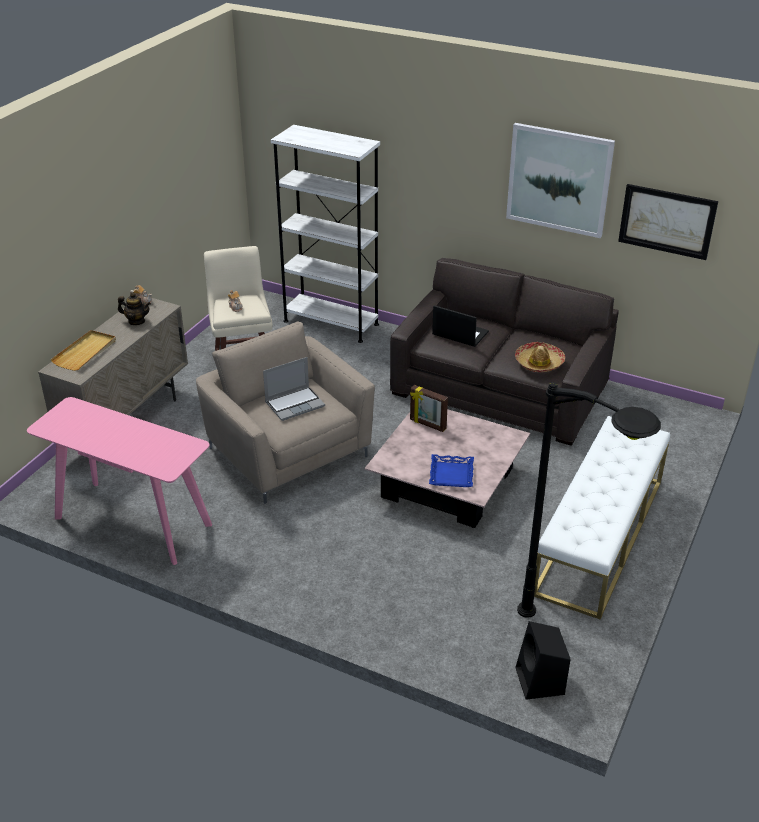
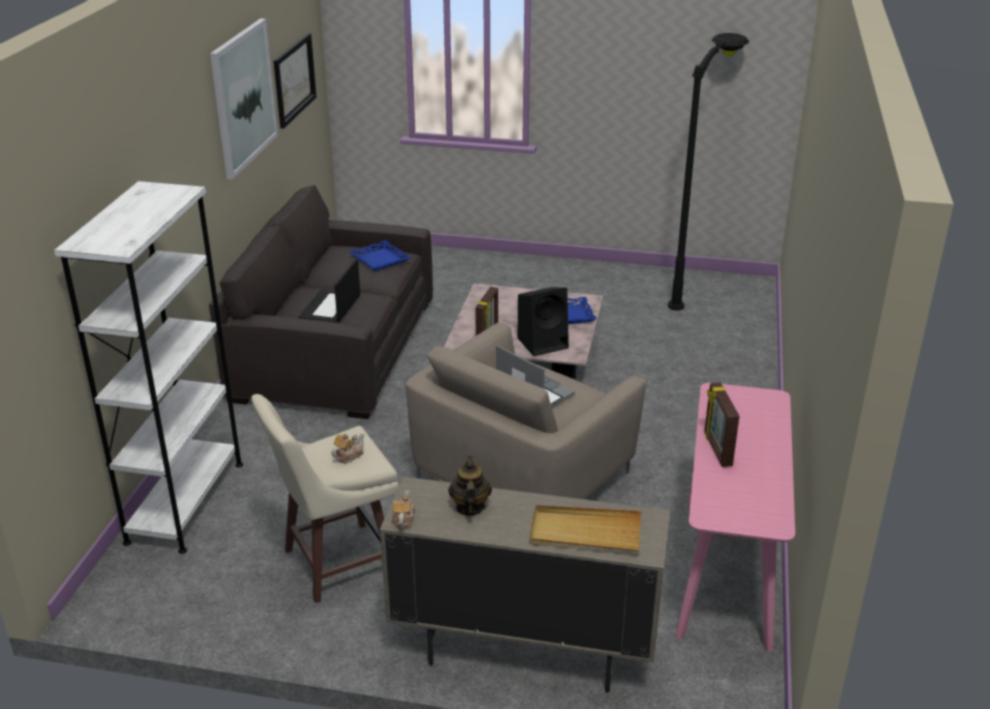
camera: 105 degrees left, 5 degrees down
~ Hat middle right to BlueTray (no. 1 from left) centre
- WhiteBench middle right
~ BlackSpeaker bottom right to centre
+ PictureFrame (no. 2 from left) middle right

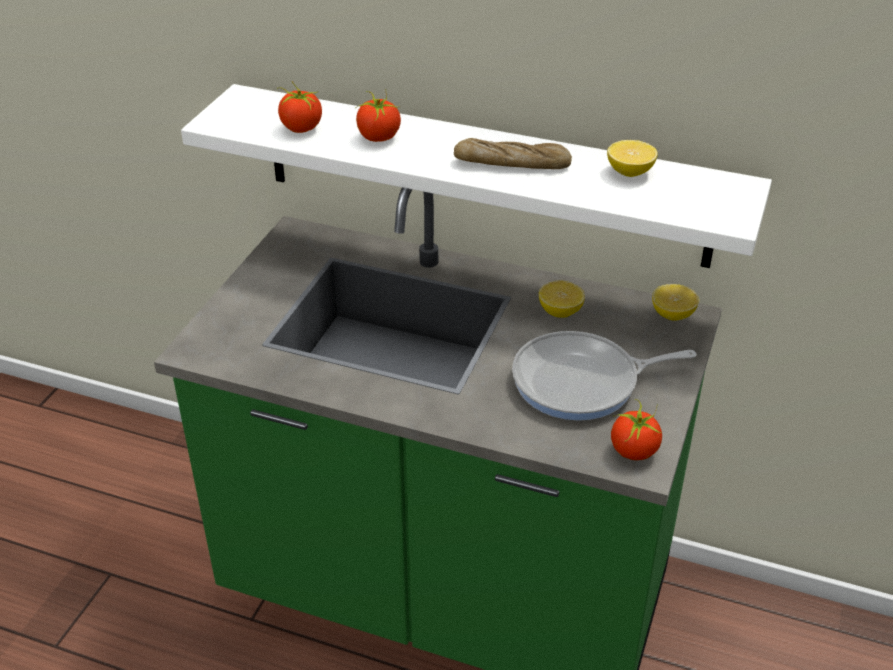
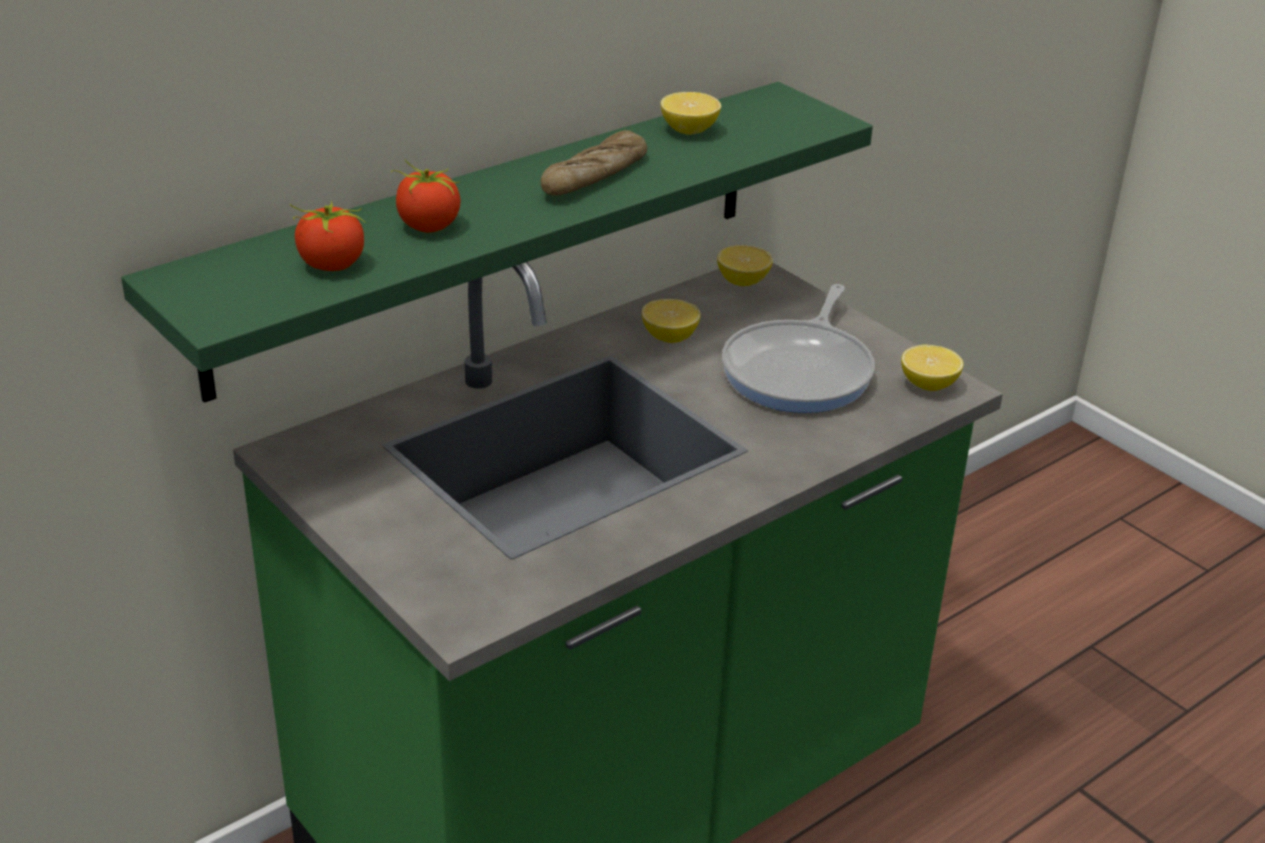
camera: 60 degrees left, 5 degrees down
~ WhiteShelf top centre to GreenShelf top centre
~ Tomato (no. 3 from left) middle right to Lemon (no. 4 from left) middle right

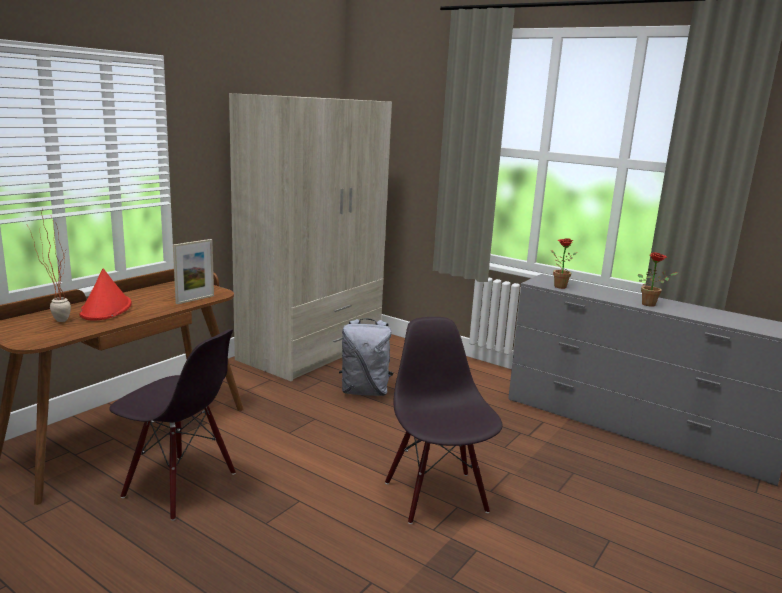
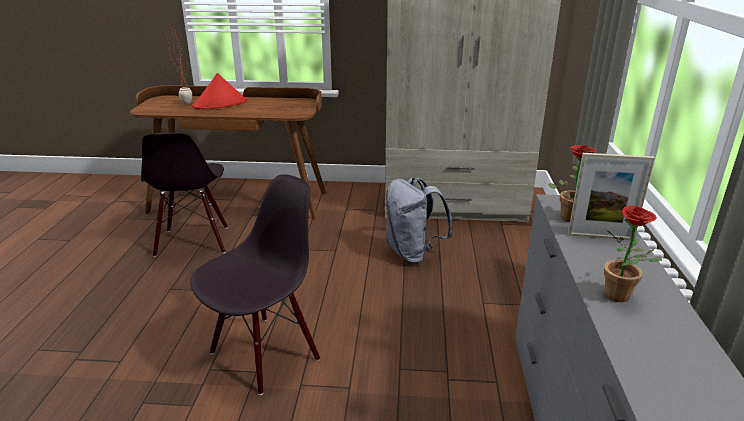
camera: 60 degrees right, 10 degrees up
~ PictureFrame middle left to middle right

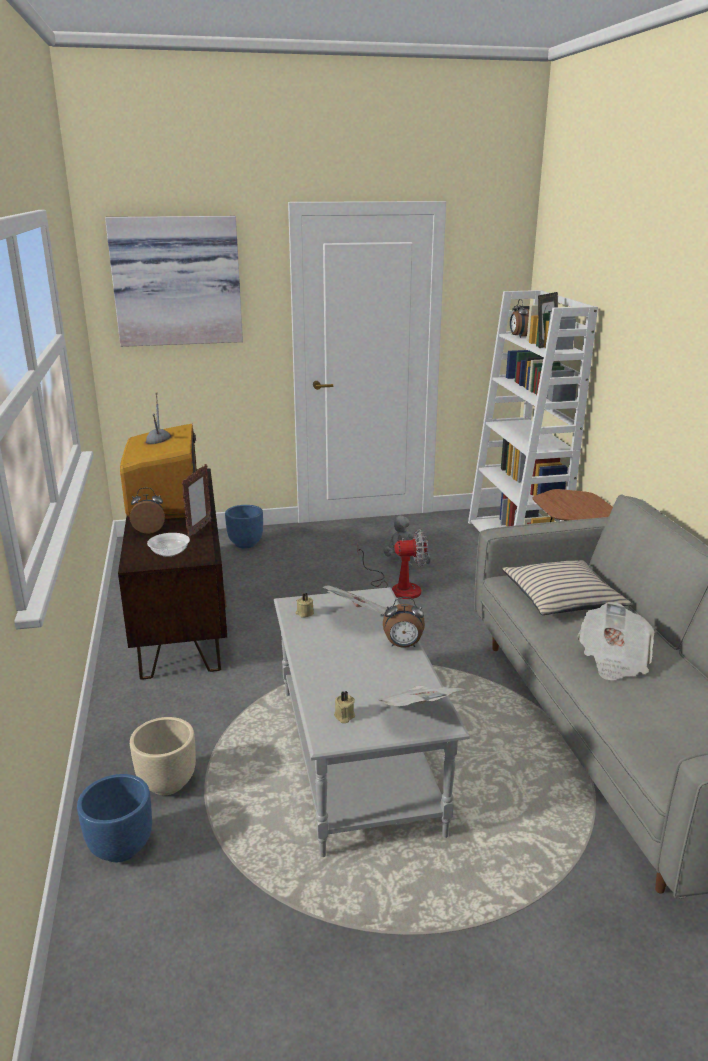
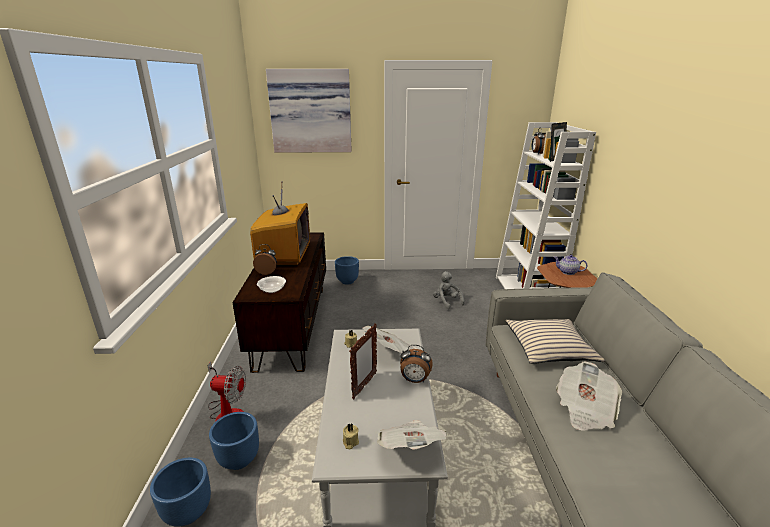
camera: 10 degrees right, 0 degrees up
~ PictureFrame (no. 1 from left) middle left to bottom centre
~ Fan centre to bottom left
~ BeigePlanter bottom left to BluePlanter (no. 2 from left) bottom left
+ Teapot middle right

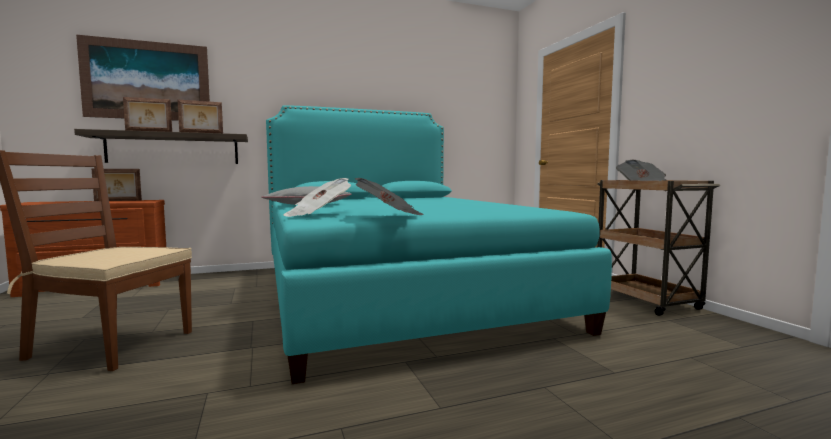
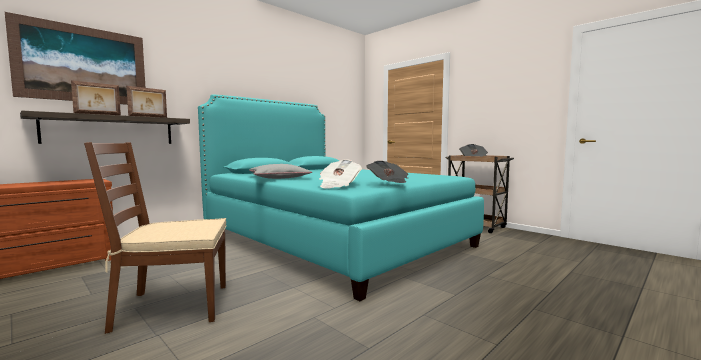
camera: 25 degrees left, 0 degrees up
- PictureFrame (no. 1 from left) middle left

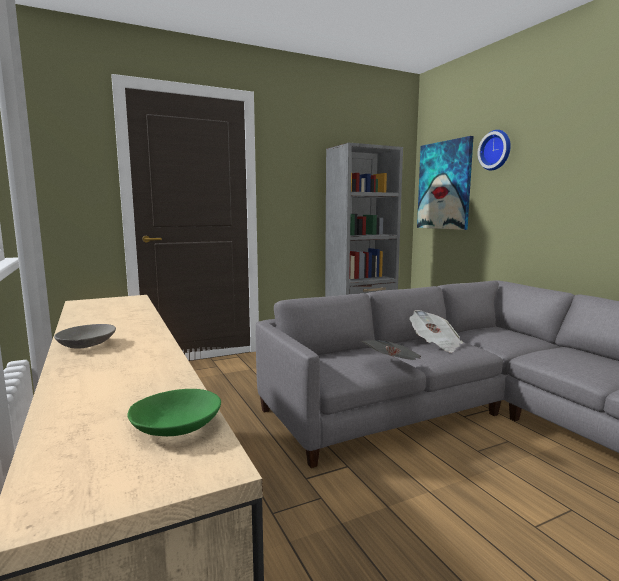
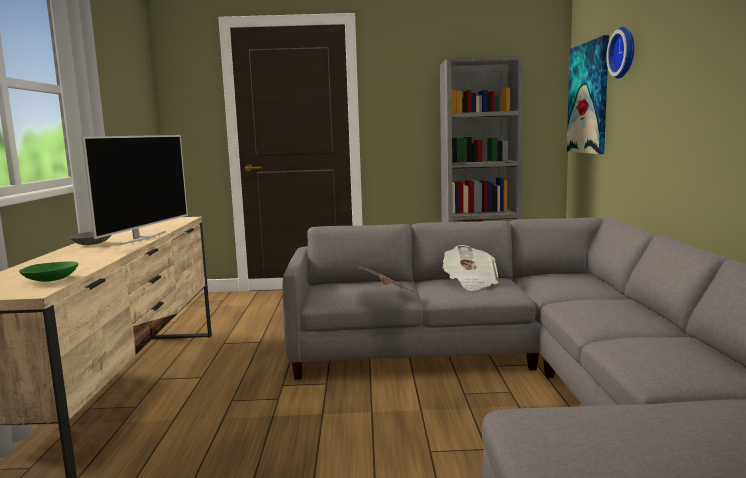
camera: 25 degrees right, 0 degrees up
+ Television middle left

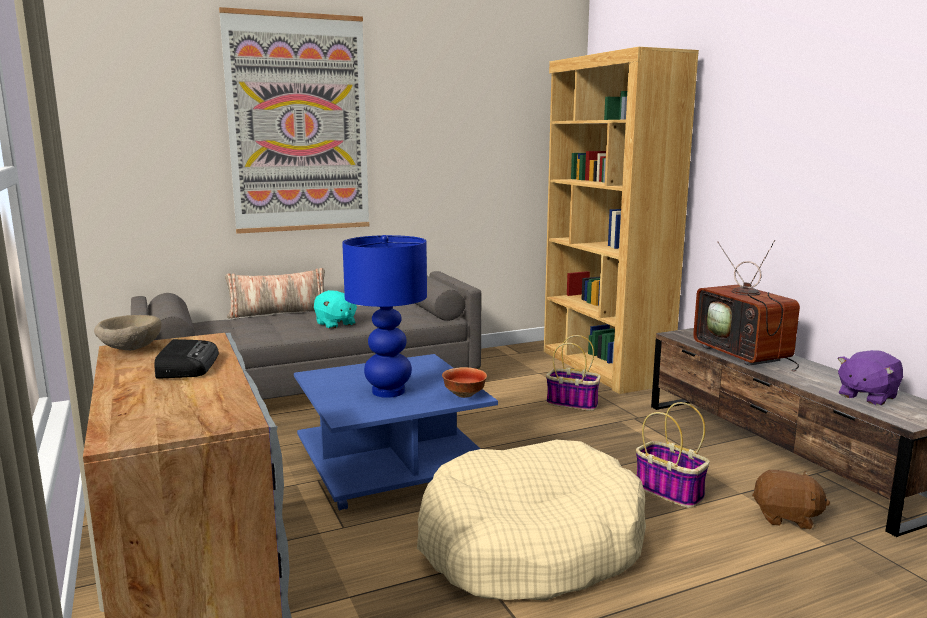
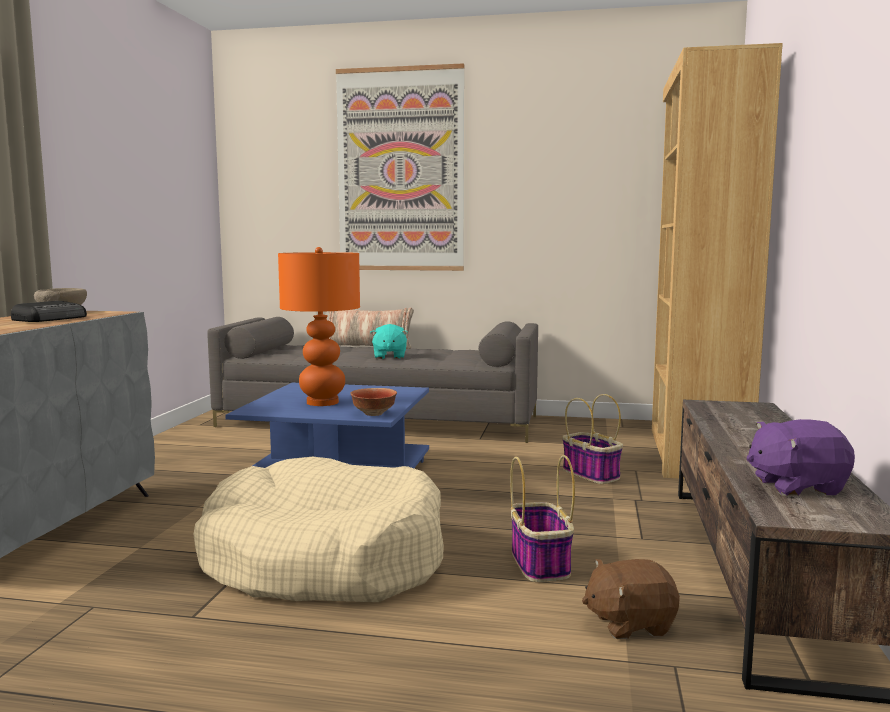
camera: 35 degrees right, 5 degrees down
~ BlueTableLamp centre to OrangeTableLamp centre
- Television middle right
~ BrownPlushToy bottom right = bottom right 120 degrees clockwise

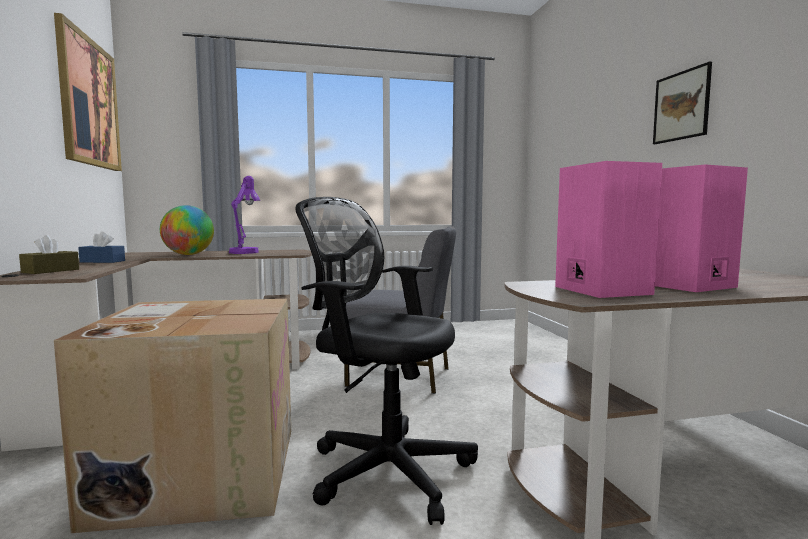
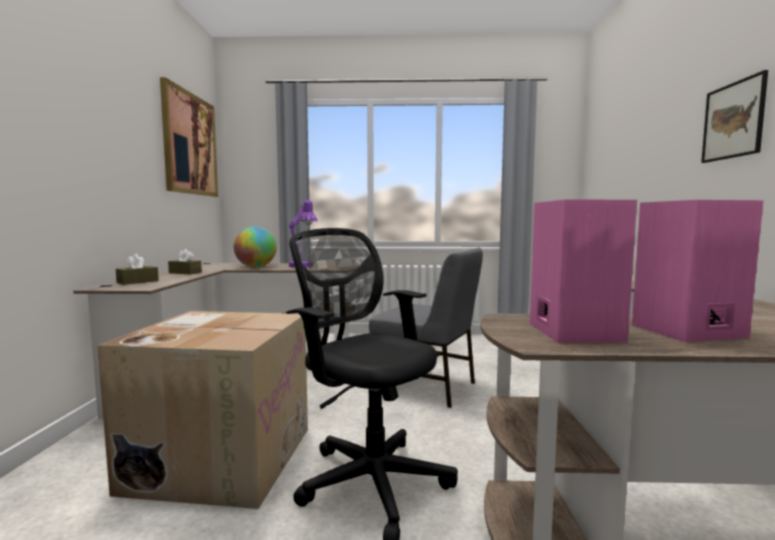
camera: 15 degrees right, 0 degrees up
~ BlueTissueBox middle left to BrownTissueBox (no. 2 from left) middle left

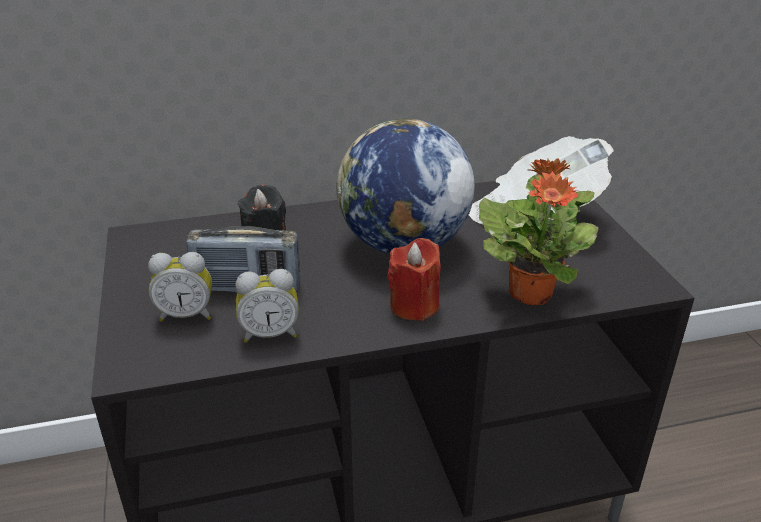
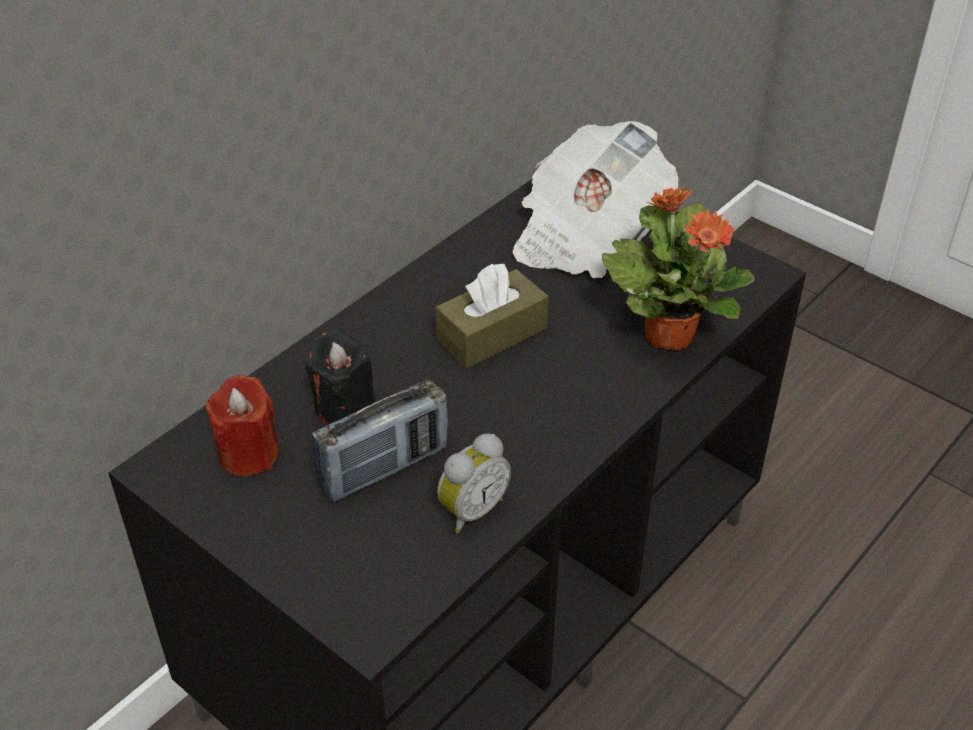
camera: 35 degrees left, 10 degrees up
~ Globe centre to BrownTissueBox centre
~ RedCandle centre to middle left
- AlarmClock (no. 1 from left) middle left

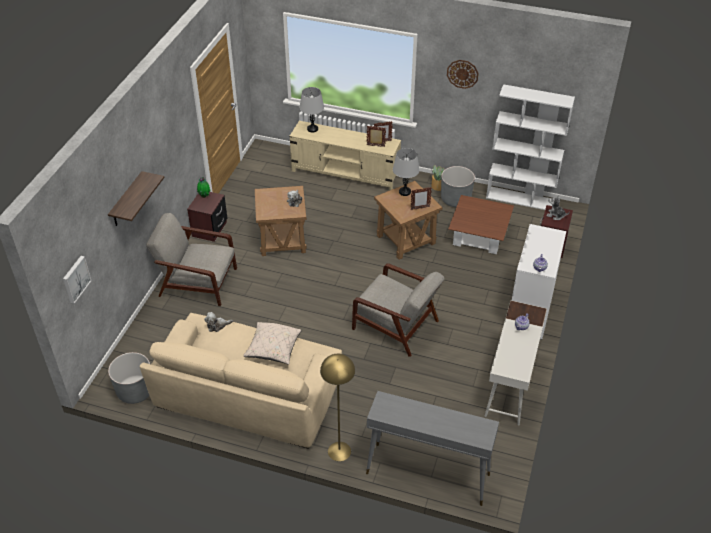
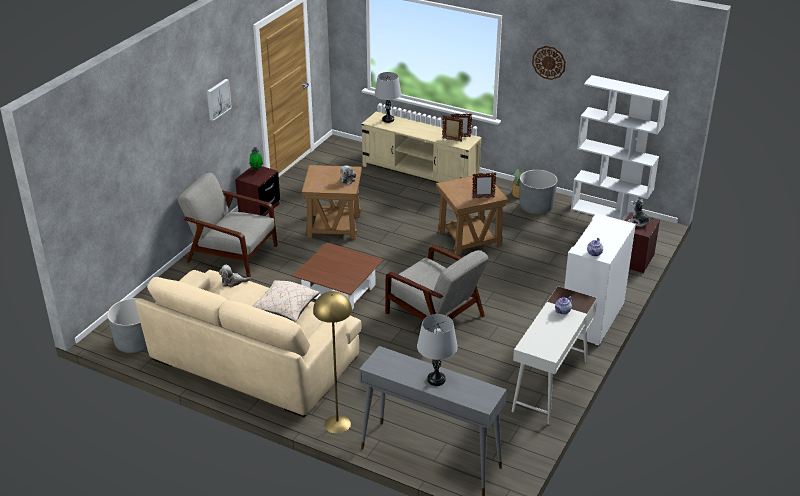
camera: 10 degrees right, 10 degrees down
~ GreyTableLamp (no. 2 from left) top centre to bottom centre
- Shelf middle left
~ BrownCoffeeTable middle right to centre
~ Picture middle left to top left

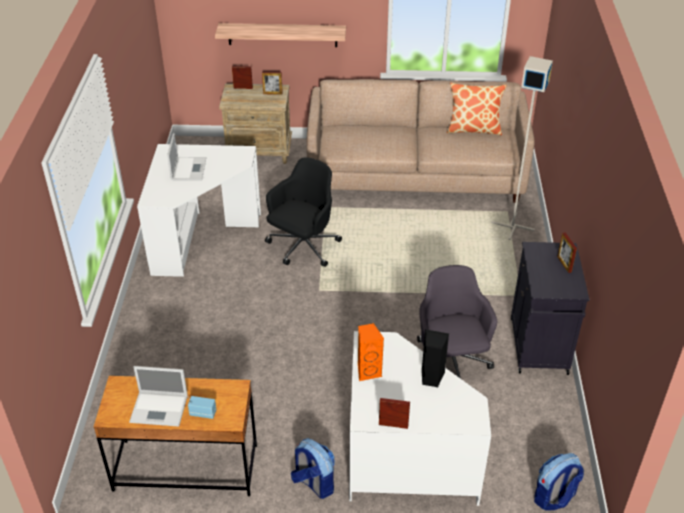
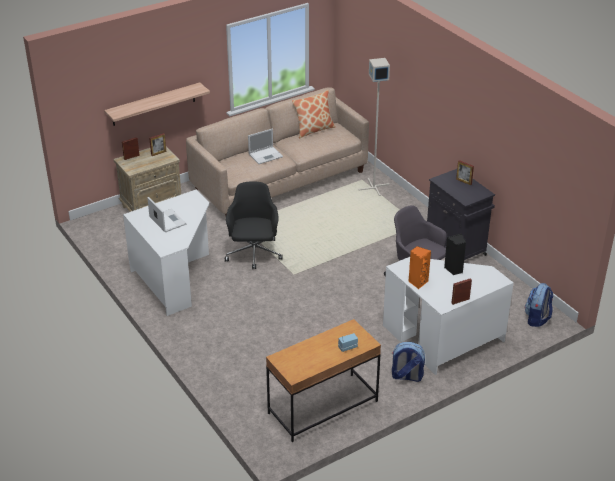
camera: 35 degrees left, 5 degrees down
~ Laptop (no. 1 from left in the first image) bottom left to Laptop (no. 2 from left) top centre

